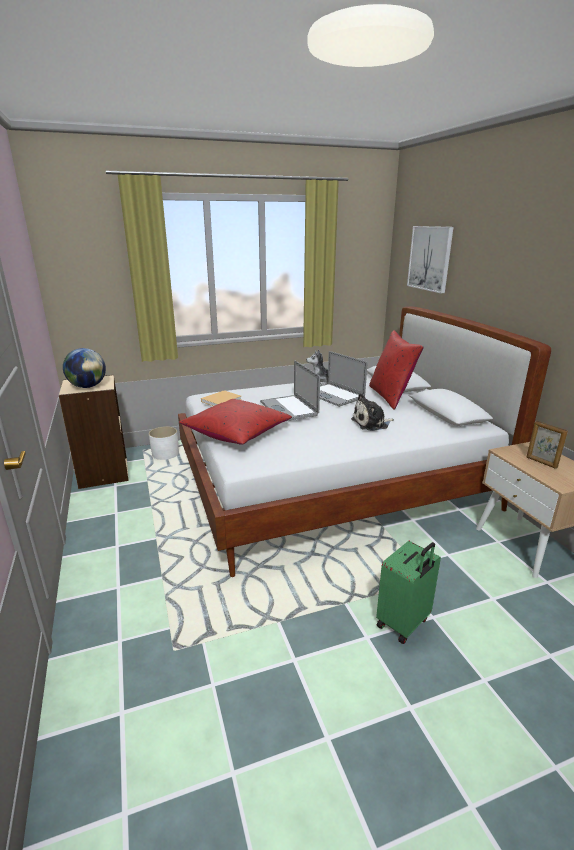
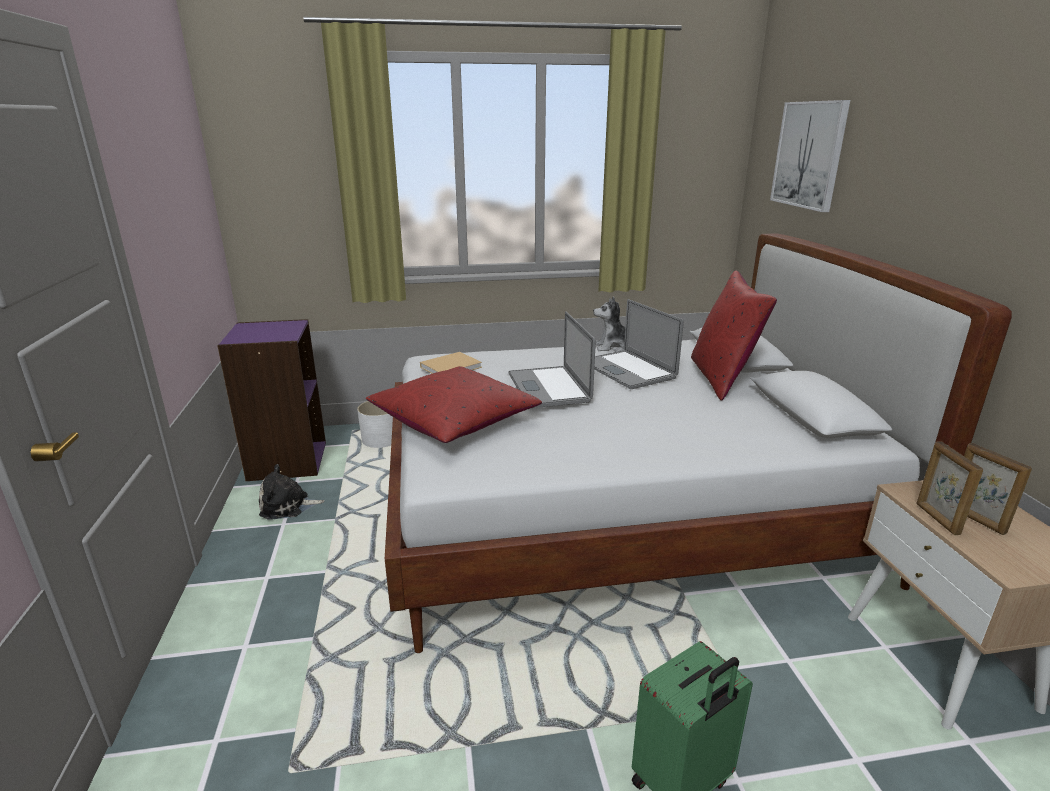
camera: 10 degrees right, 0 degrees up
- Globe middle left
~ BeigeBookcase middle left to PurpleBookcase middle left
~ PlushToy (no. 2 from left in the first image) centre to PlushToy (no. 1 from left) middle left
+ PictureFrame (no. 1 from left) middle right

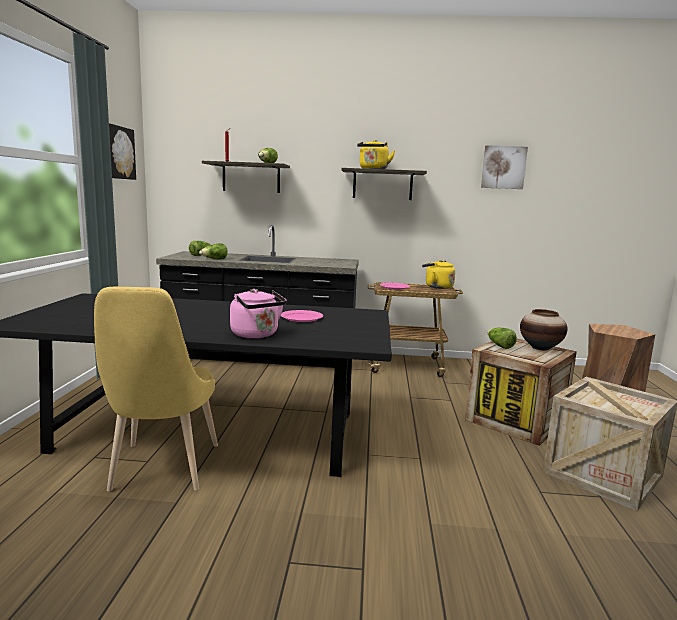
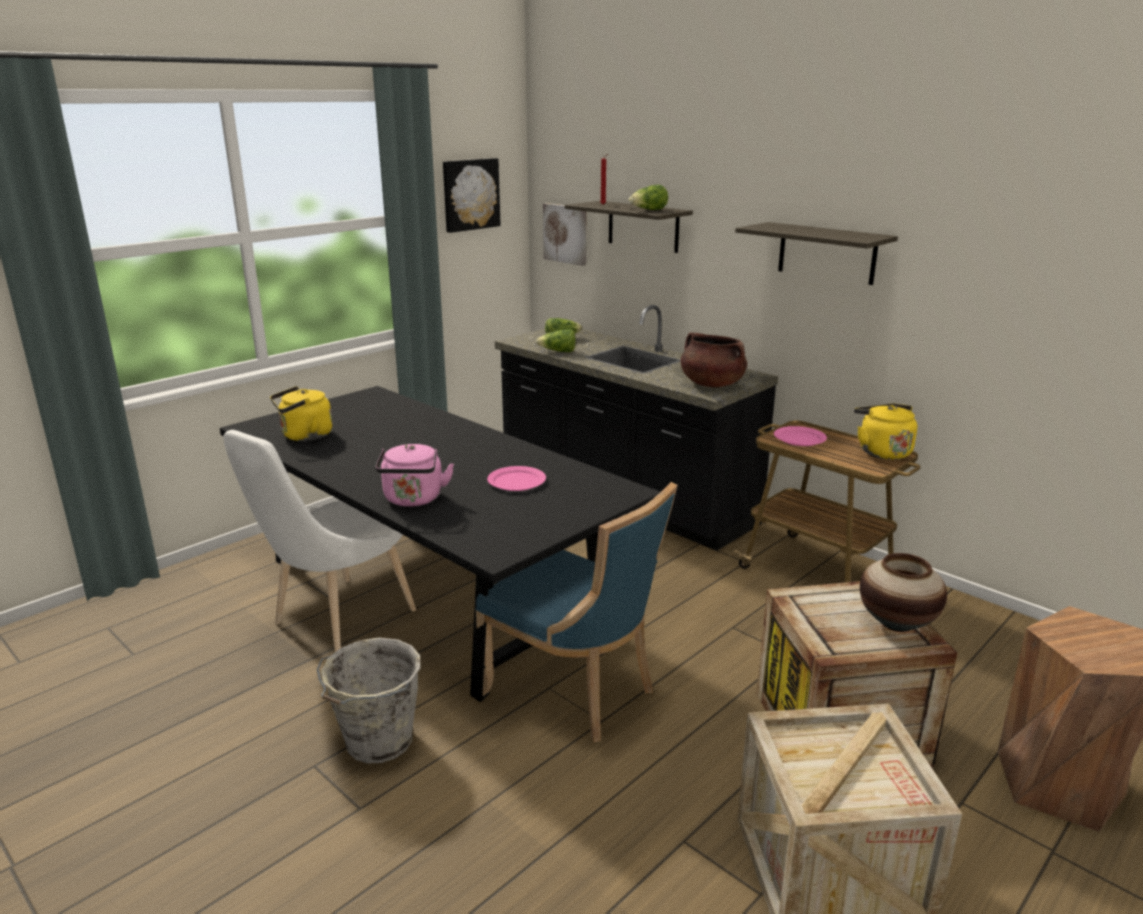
camera: 40 degrees right, 10 degrees up
~ YellowKettle (no. 1 from left) top centre to middle left
~ Picture (no. 2 from left) top right to top centre
~ YellowChair middle left to WhiteChair middle left
- Lettuce (no. 4 from left) middle right
+ BrownCookingPot centre
+ BlueChair bottom centre
+ GreyBucket bottom left

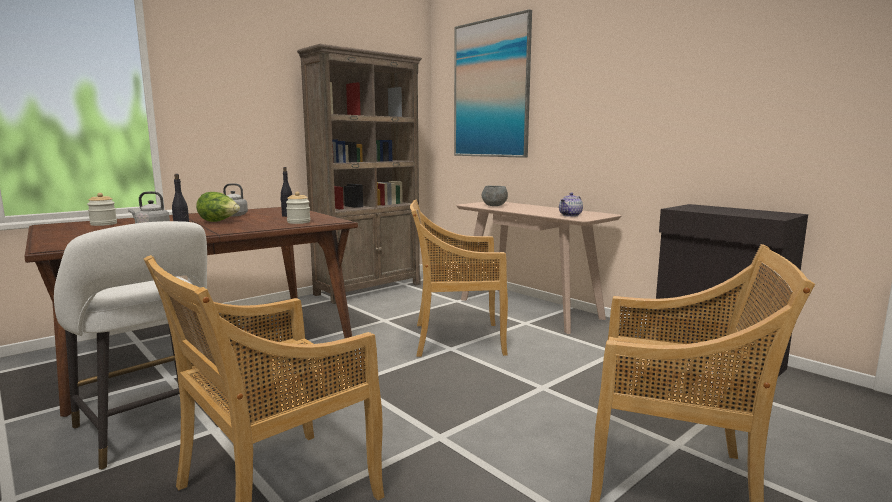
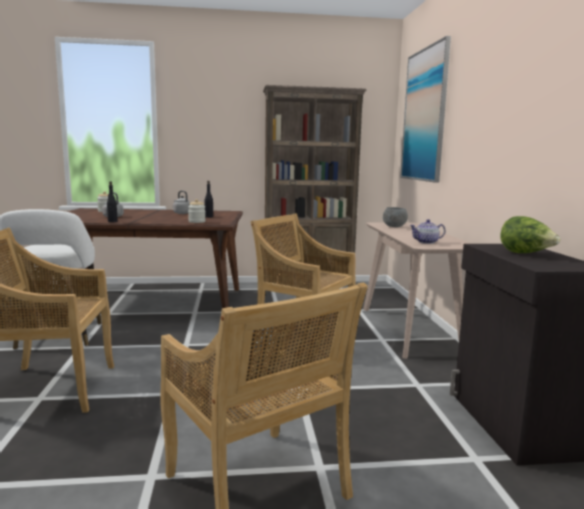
camera: 35 degrees right, 0 degrees up
~ Lettuce middle left to middle right

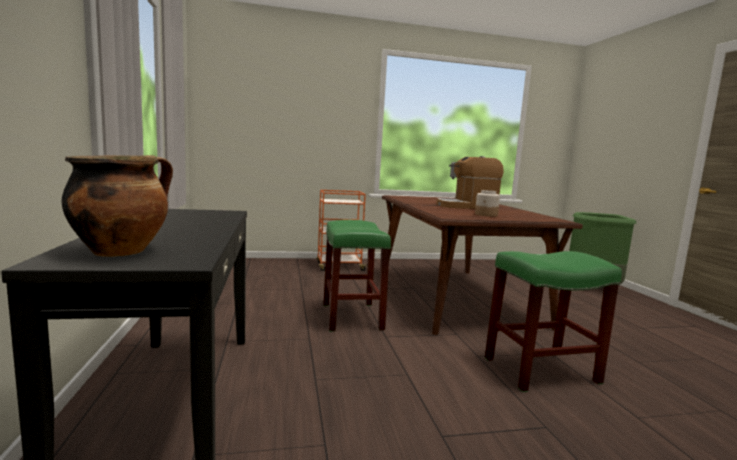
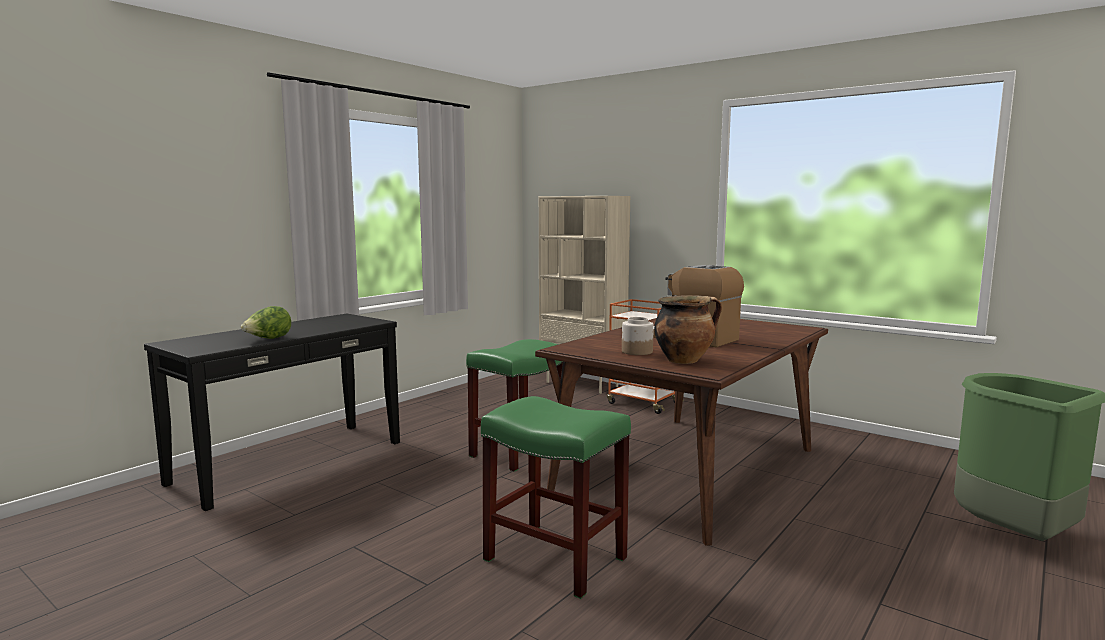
camera: 50 degrees right, 0 degrees up
~ CookingPot middle left to centre
+ BeigeBookcase centre
+ Lettuce middle left

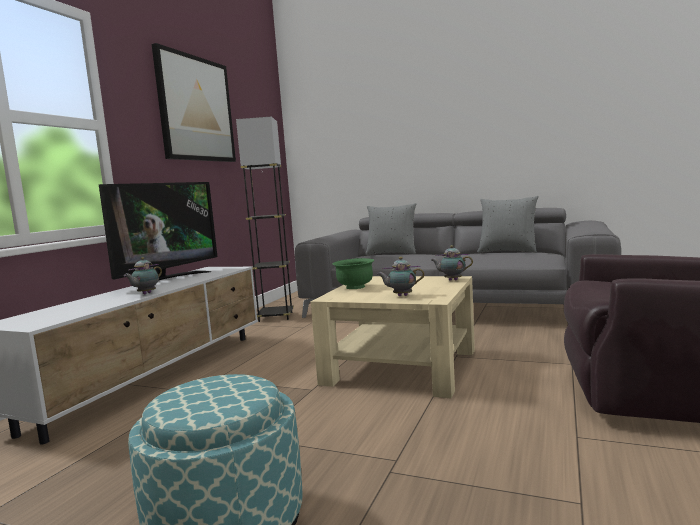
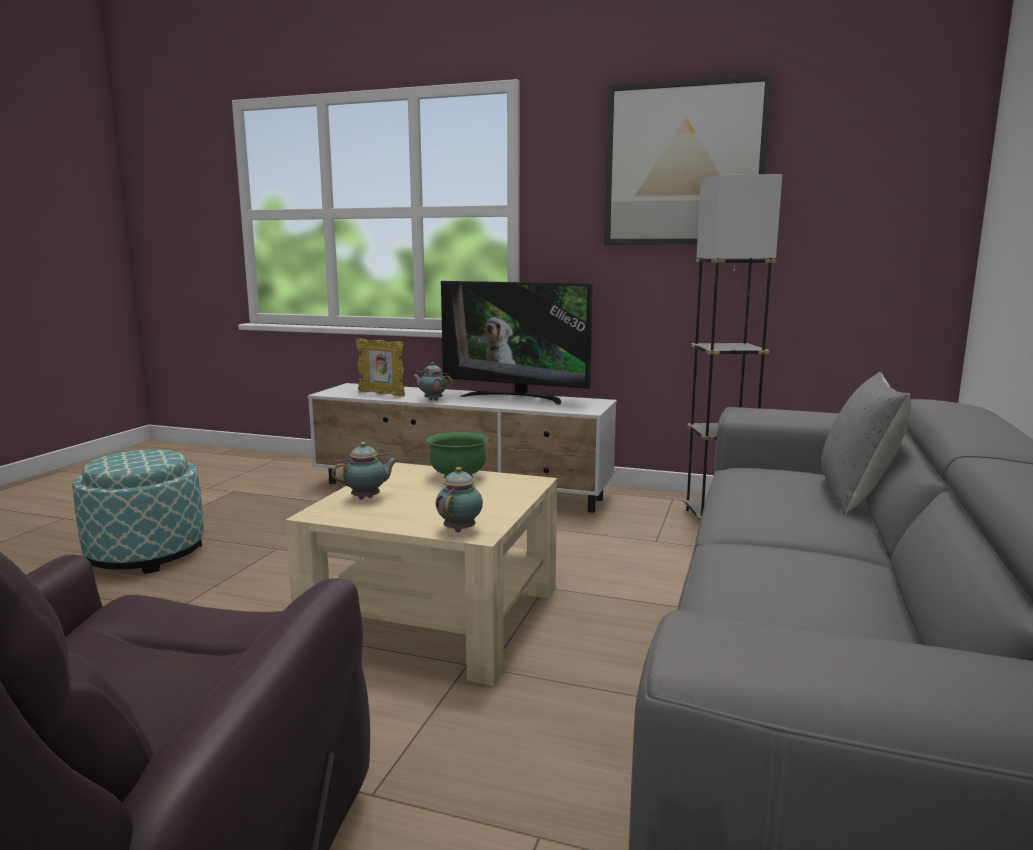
camera: 85 degrees right, 5 degrees up
- GreyPillow (no. 2 from left) middle right
~ Teapot (no. 2 from left in the first image) centre = centre 60 degrees clockwise
+ PictureFrame centre

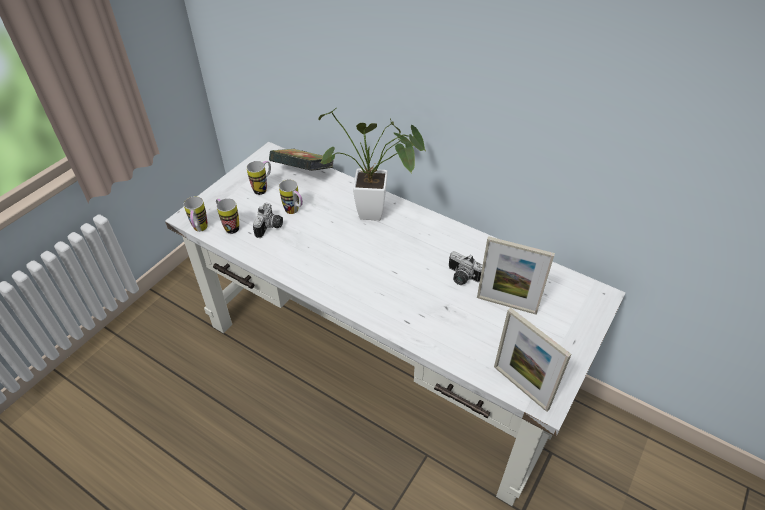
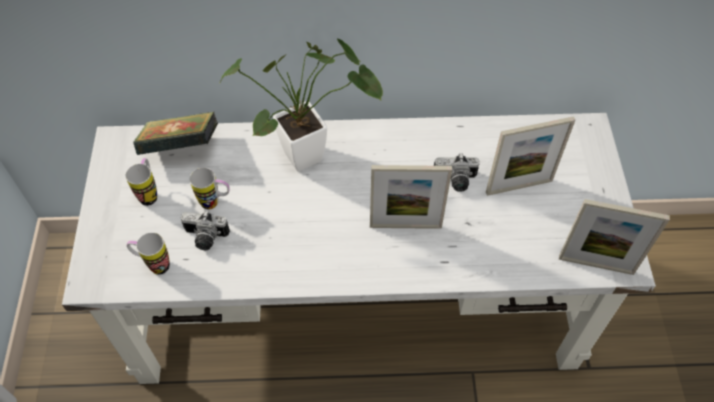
camera: 35 degrees left, 10 degrees up
- Mug (no. 1 from left) middle left
~ PhotoCamera (no. 1 from left) centre = middle left 120 degrees clockwise
+ PictureFrame (no. 1 from left) centre

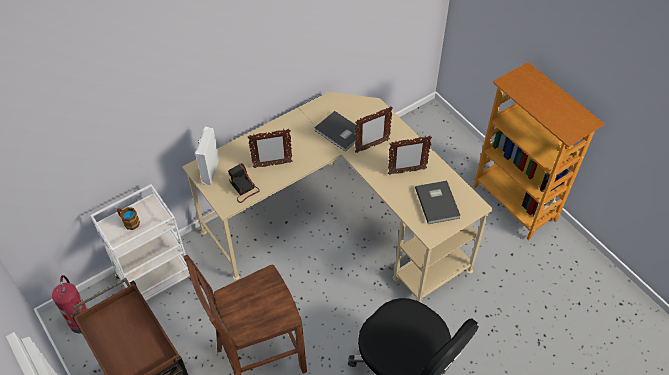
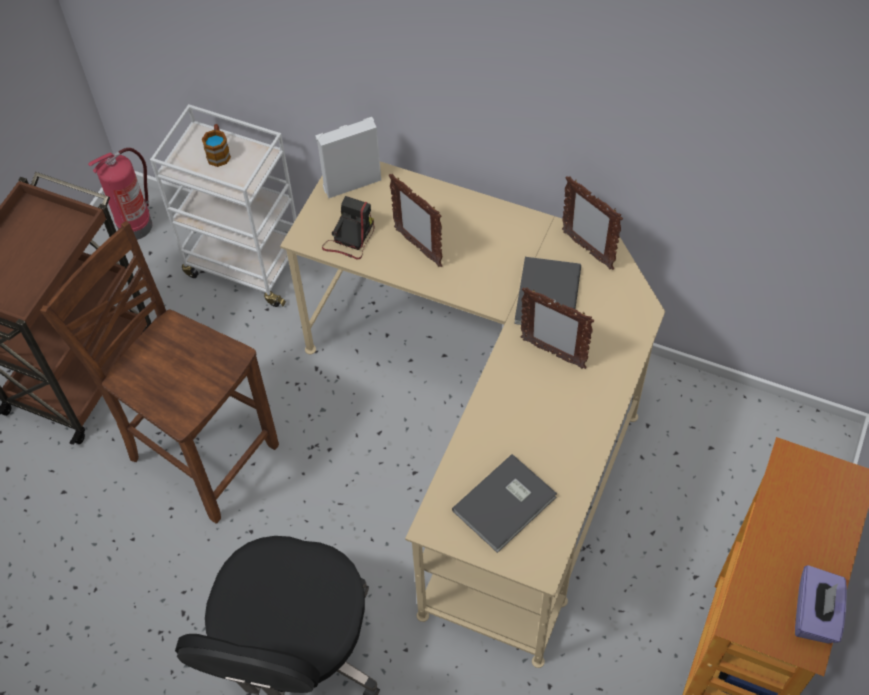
camera: 60 degrees right, 5 degrees up
~ PictureFrame (no. 3 from left) centre to top right
+ PurpleTissueBox bottom right

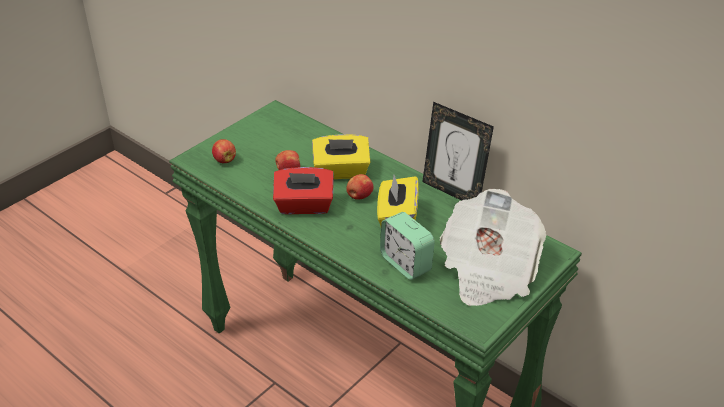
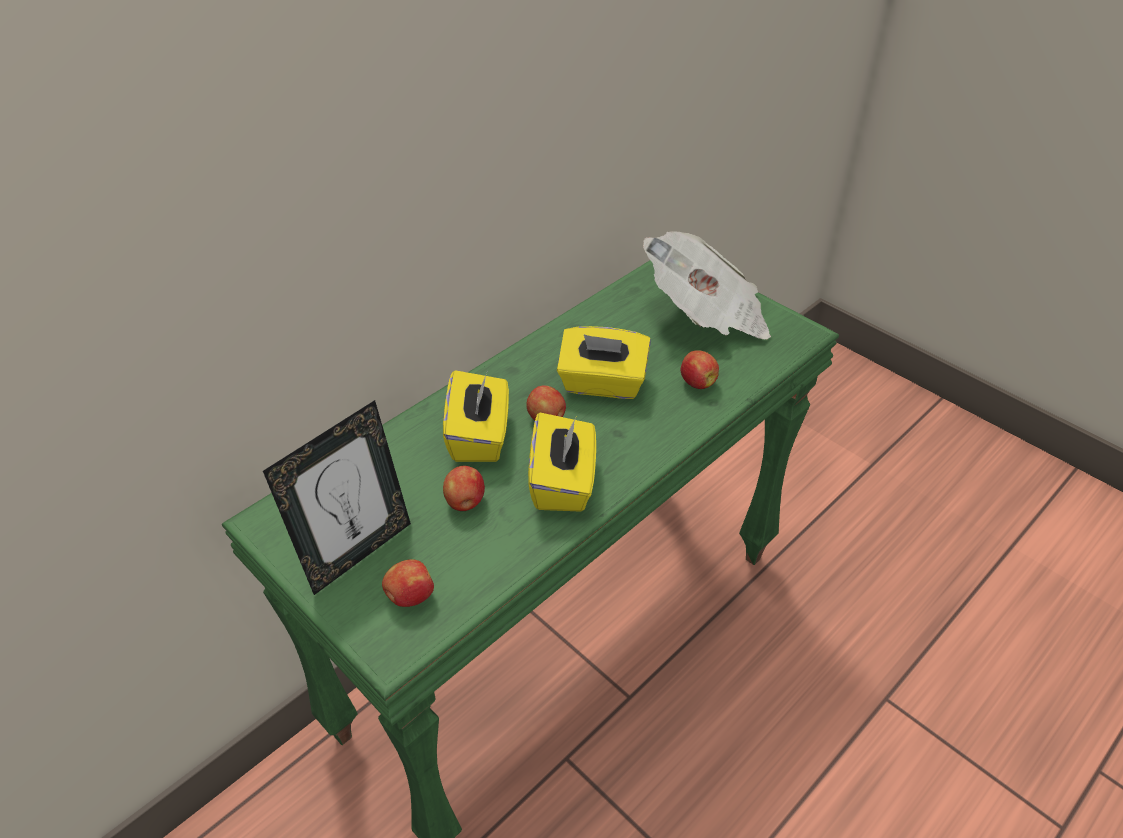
camera: 85 degrees left, 5 degrees up
~ PictureFrame centre to middle left
~ RedTissueBox centre to YellowTissueBox (no. 2 from left) centre
~ AlarmClock centre to Apple (no. 4 from left) centre

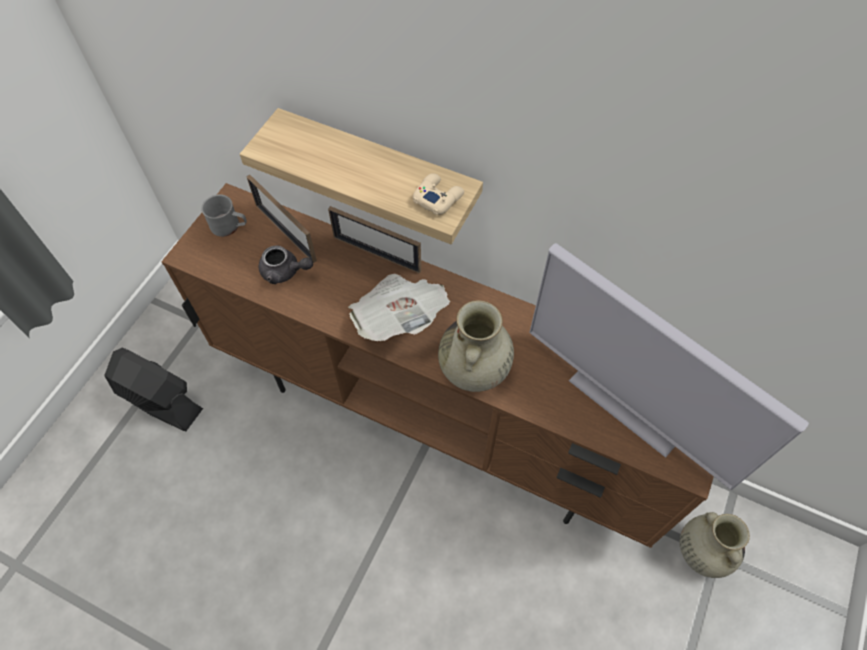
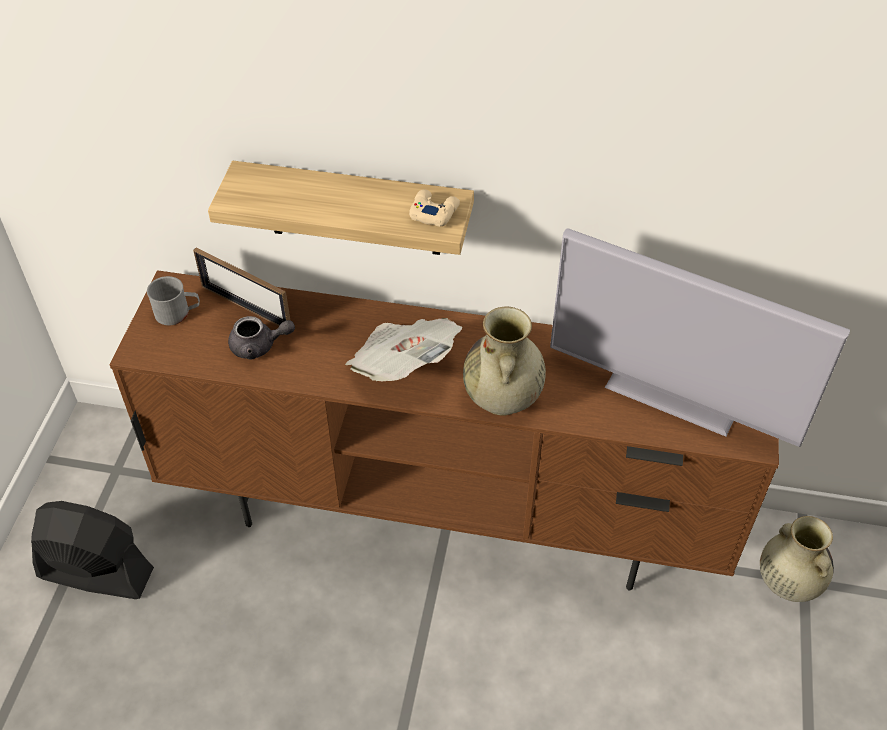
camera: 15 degrees left, 10 degrees down
- PictureFrame (no. 2 from left) centre

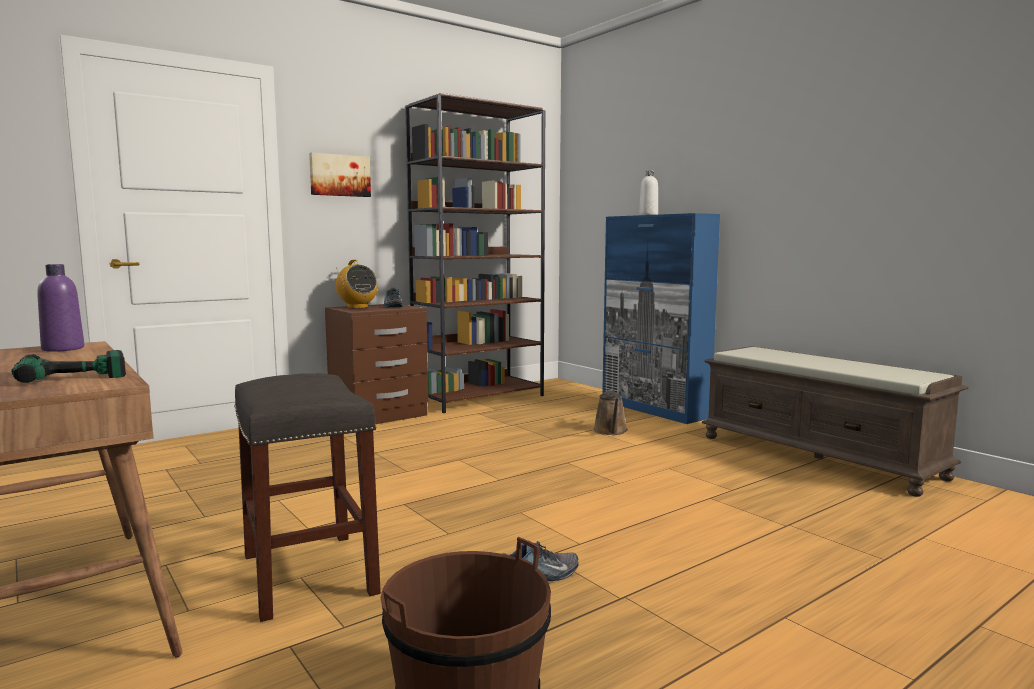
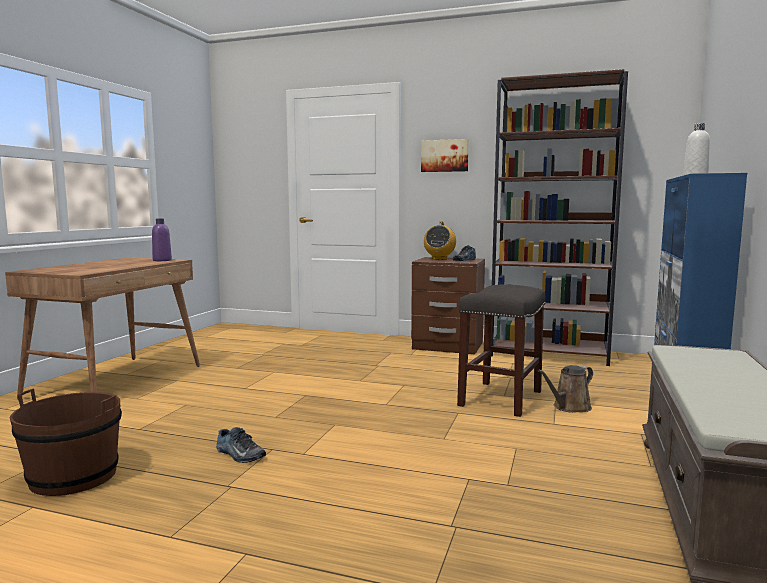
camera: 55 degrees right, 0 degrees up
- PowerDrill middle left
~ GreyStool bottom left to centre

